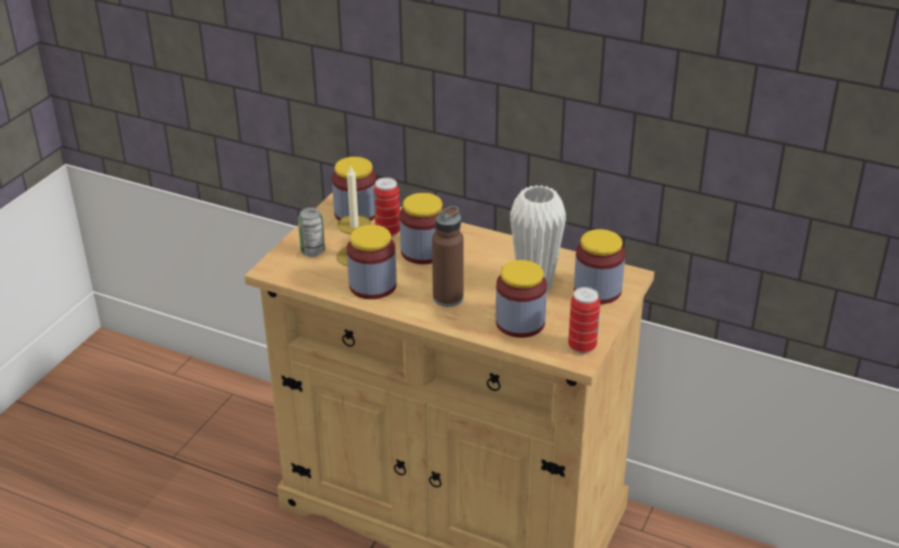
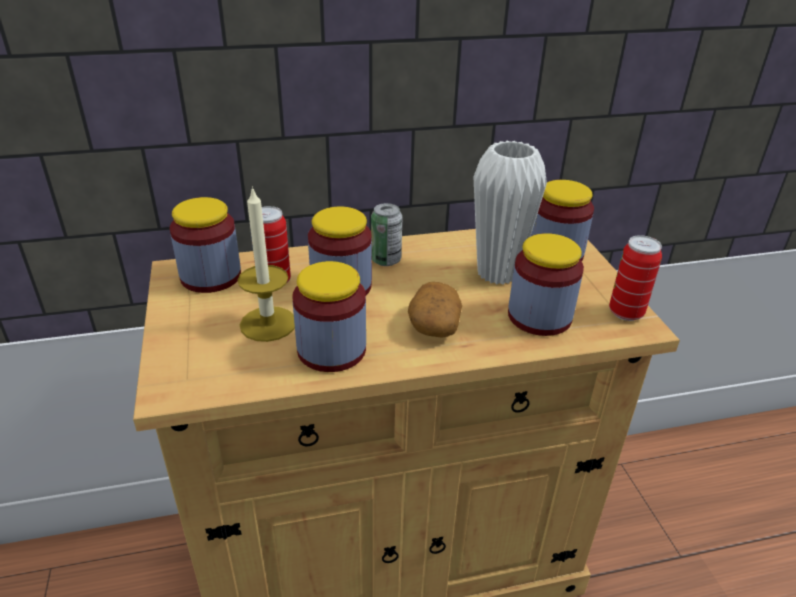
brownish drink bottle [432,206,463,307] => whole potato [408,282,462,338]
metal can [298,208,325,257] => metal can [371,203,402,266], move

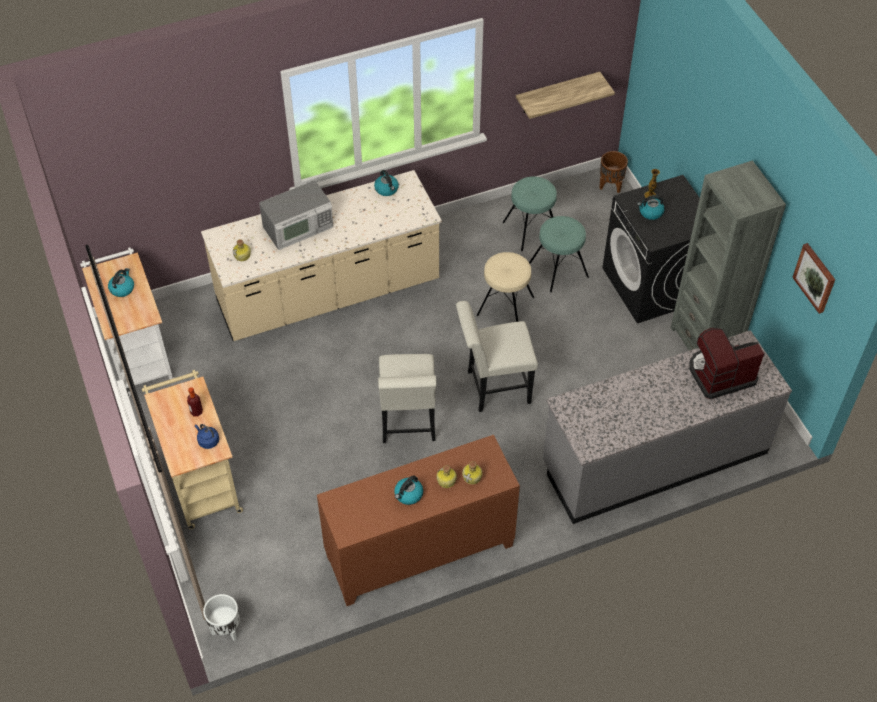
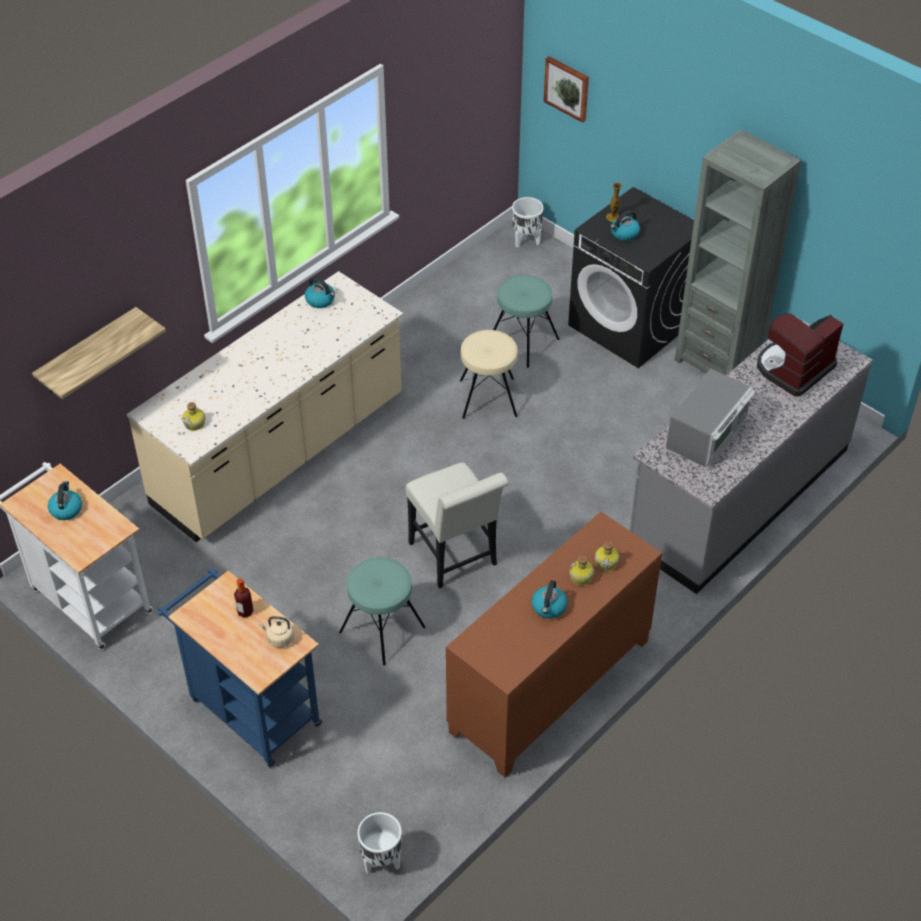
shelf [516,72,615,119] => shelf [32,307,166,399], move
brownish plant pot [599,151,628,193] => whitish plant pot [512,197,544,248]
turquoise-coloured stool [503,177,557,251] => turquoise-coloured stool [339,557,425,666], move
microwave oven [259,180,333,250] => microwave oven [666,369,755,468], move
wall art [792,243,835,314] => wall art [544,56,589,123], move
whitish plain chair [456,301,538,412] => nothing
sand-coloured trolley [142,370,243,529] => bluish trolley [157,568,322,768]
bluish tea kettle [195,424,219,449] => sand-coloured tea kettle [259,616,294,647]

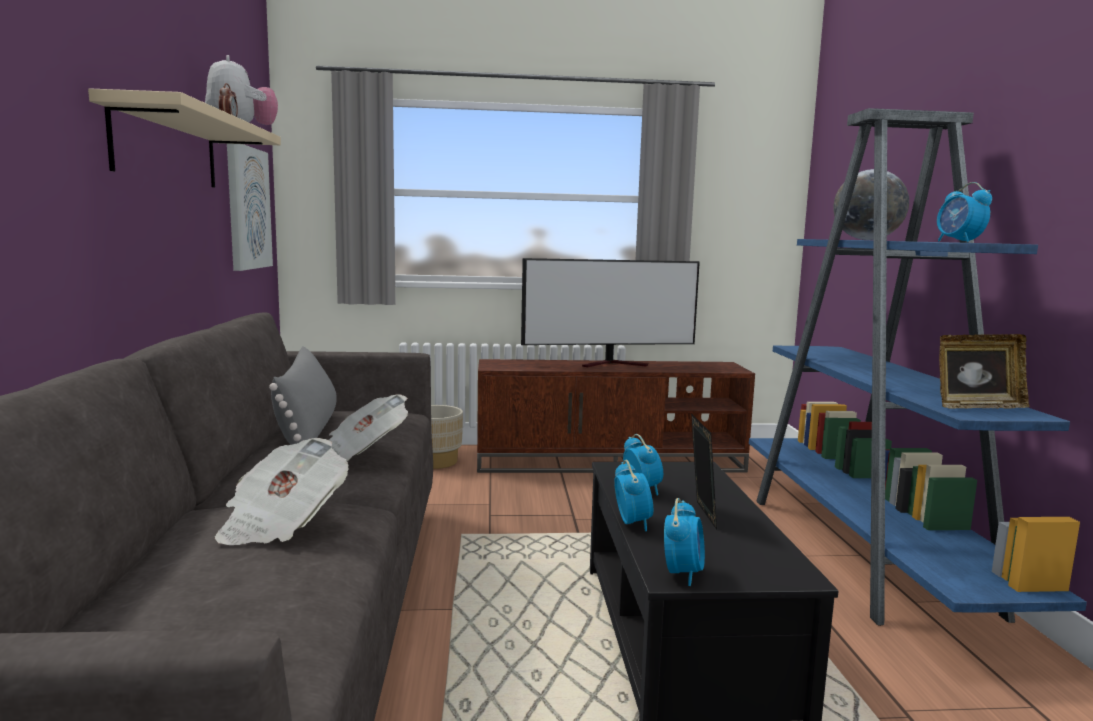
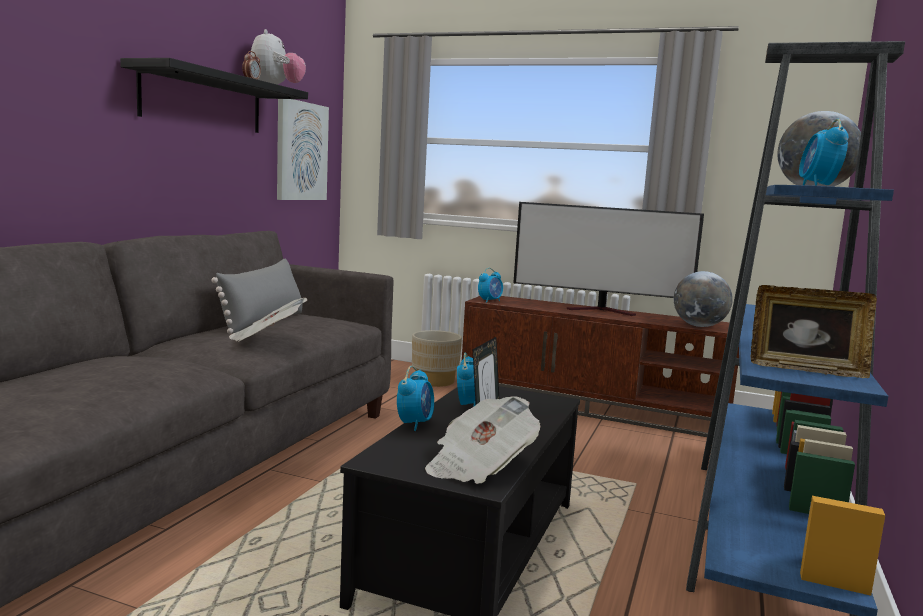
sand-coloured shelf [88,88,281,187] => black shelf [120,58,308,133]
newspaper [215,438,348,545] => newspaper [425,396,540,484], move
table clock [664,498,705,586] => table clock [478,268,503,303], move
nothing => globe [674,271,733,327]

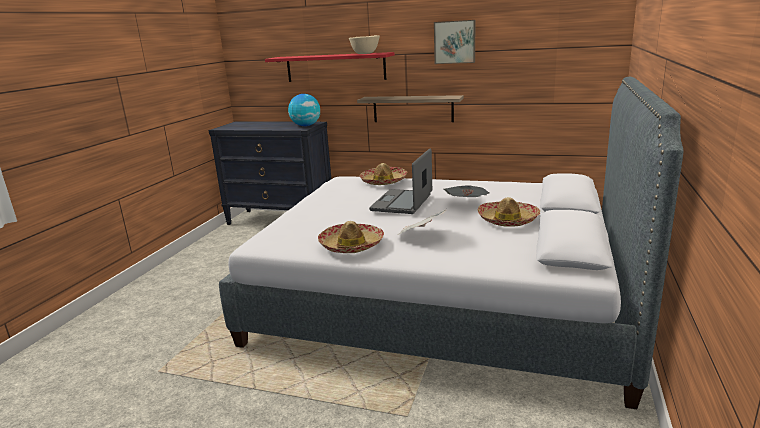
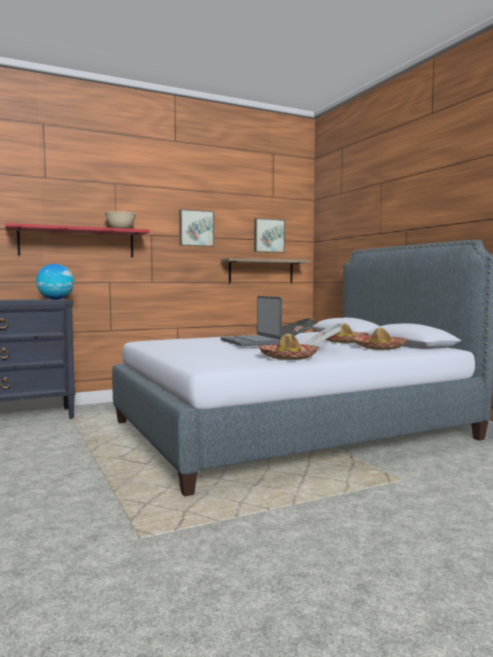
shelf [357,95,464,122] => shelf [221,258,309,282], move
hat [360,163,408,185] => hat [353,327,408,350], move
nothing => wall art [254,218,285,253]

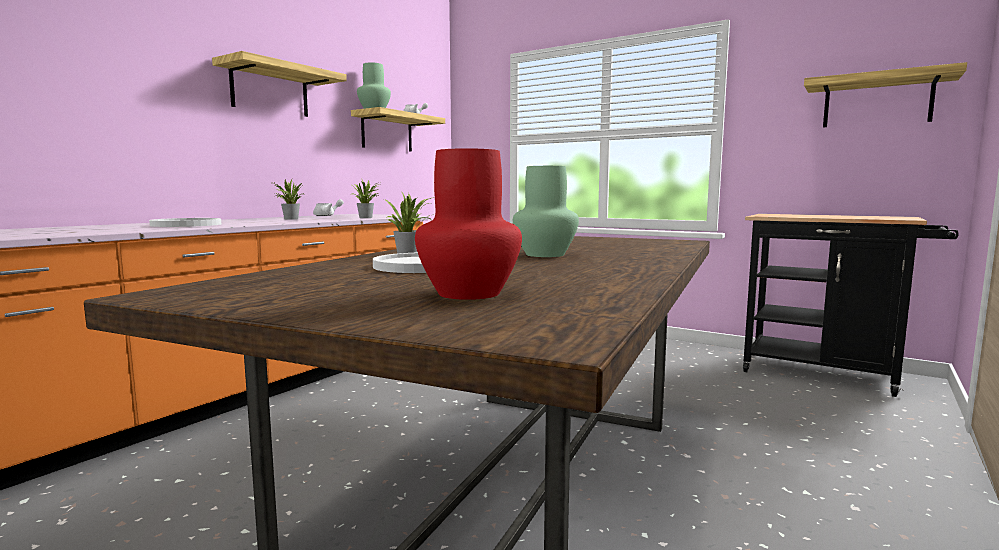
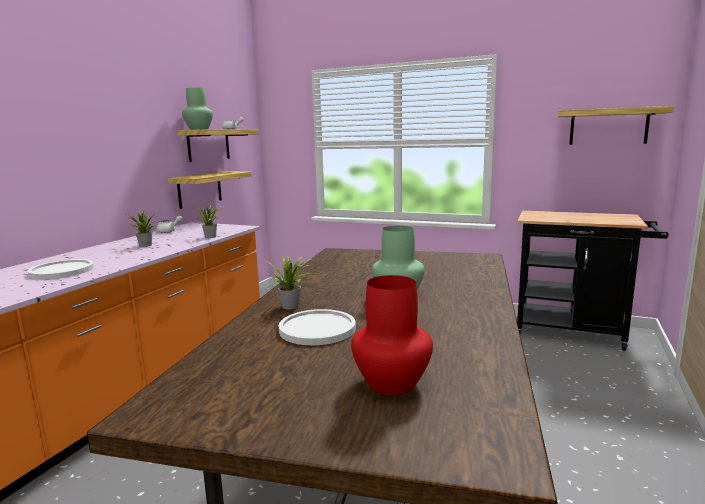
shelf [212,51,347,117] => shelf [168,171,252,209], move

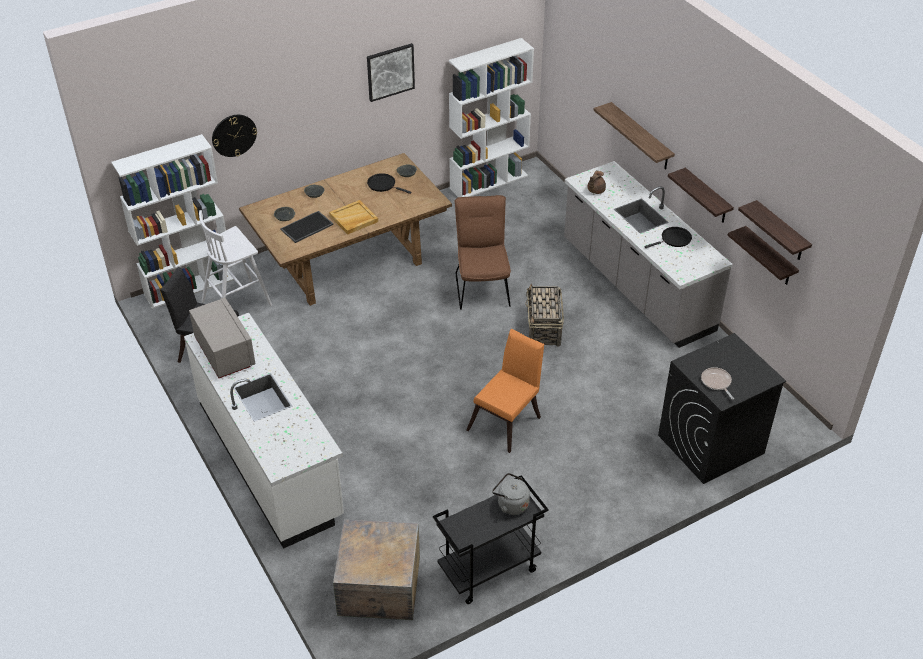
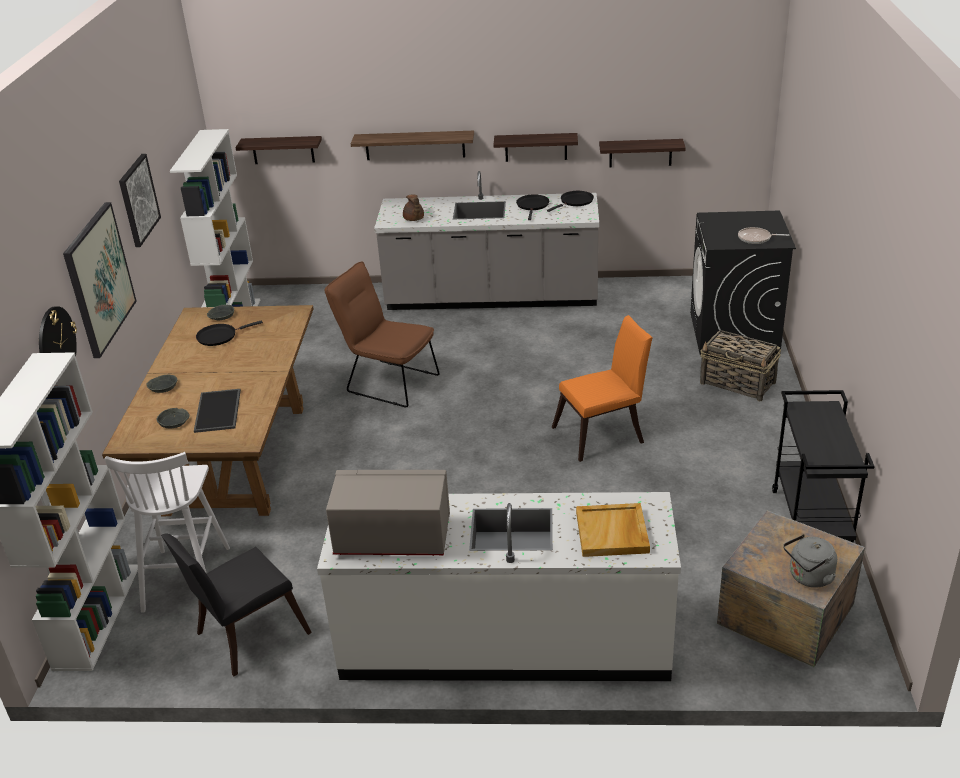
sand-coloured tray [329,200,378,235] => sand-coloured tray [576,503,650,557], move
shelf [738,200,812,260] => shelf [235,136,322,164], move
storage basket [525,284,564,347] => storage basket [700,330,781,401], move
orange-coloured plain chair [467,329,544,453] => orange-coloured plain chair [552,315,653,462], 90 degrees clockwise
grey tea kettle [492,473,530,515] => grey tea kettle [783,534,837,588], move
nothing => black pan [547,191,594,212]
nothing => wall art [63,202,137,358]

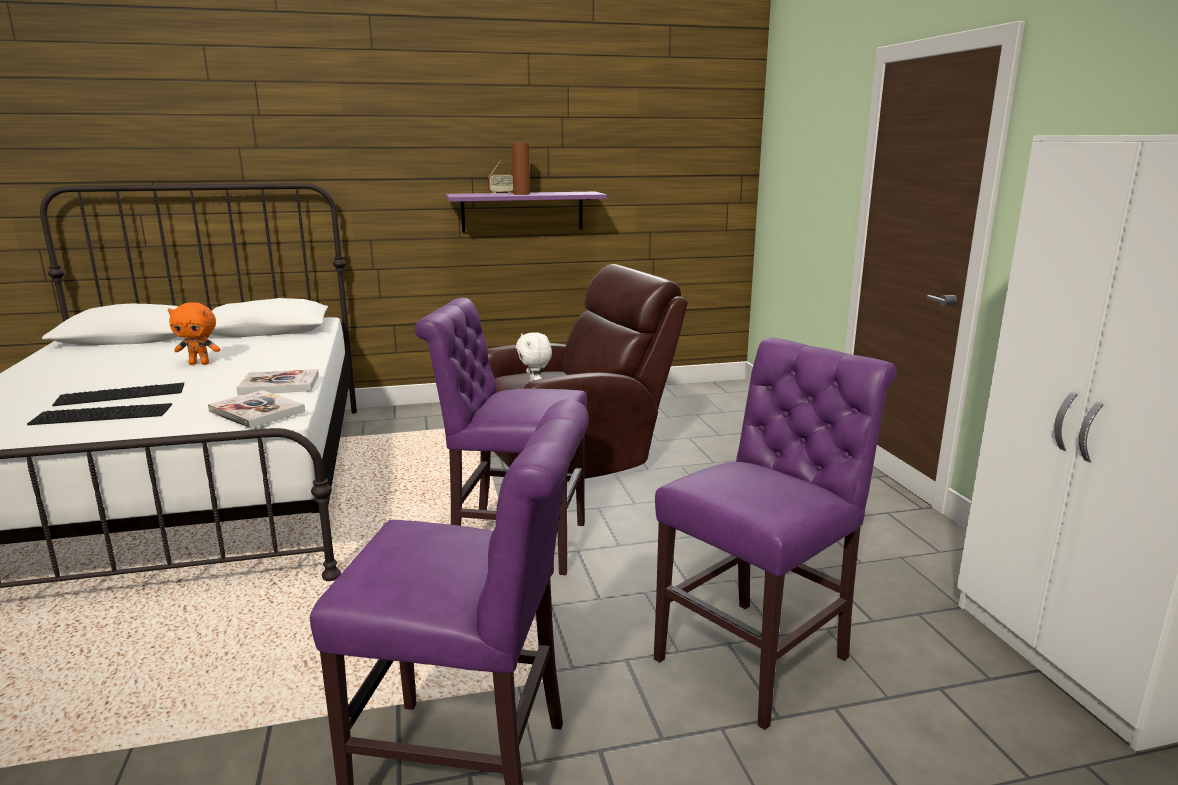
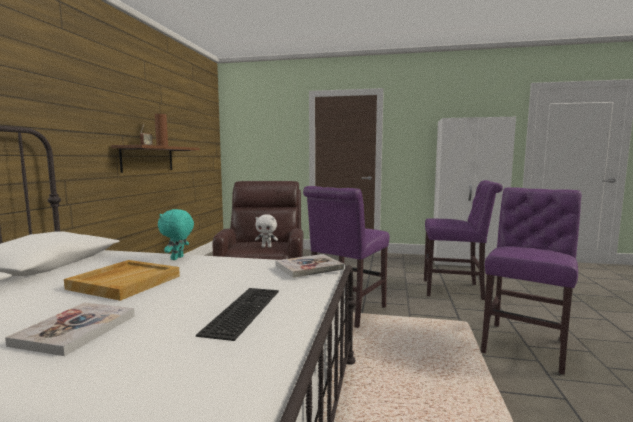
purple-coloured shelf [446,192,607,233] => brownish shelf [111,145,200,173]
orange-coloured soft toy [168,302,220,365] => sand-coloured tray [64,260,180,301]
purple-coloured plain chair [654,338,896,730] => purple-coloured plain chair [424,180,503,300], 120 degrees clockwise
volume [236,369,319,395] => volume [5,302,135,356], move
keyboard [53,383,184,406] => nothing
nothing => turquoise-coloured soft toy [158,209,194,260]

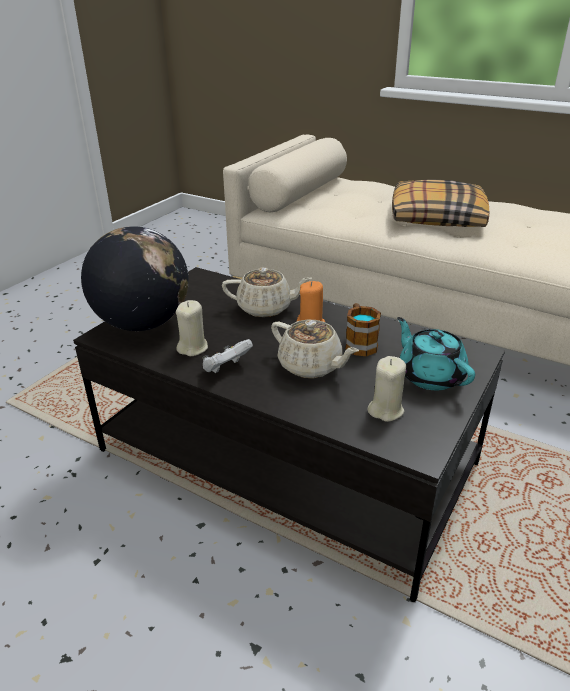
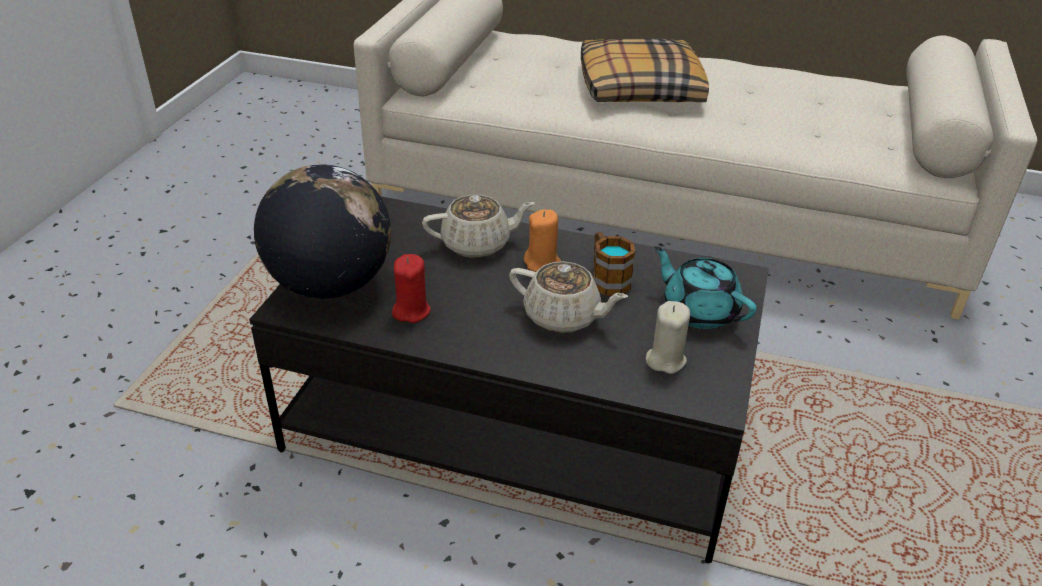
sand-coloured candle [176,300,208,356] => red candle [392,254,431,323]
whitish gamepad [202,339,253,373] => nothing

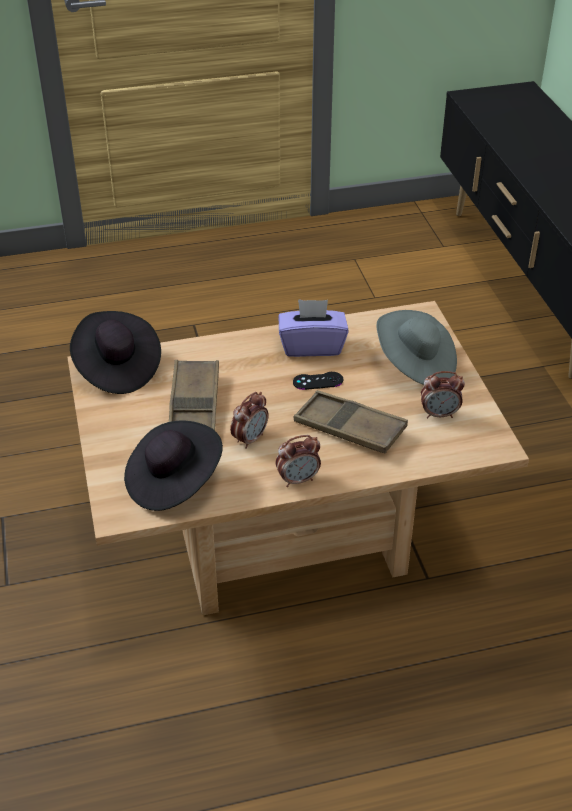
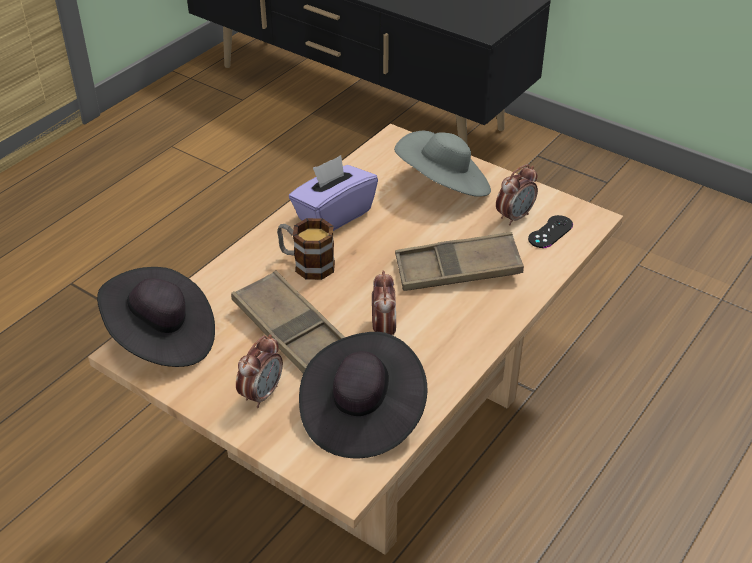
black gamepad [293,372,343,390] => black gamepad [528,215,573,248], move
table clock [276,435,321,487] => table clock [236,334,283,408], move
nothing => tea mug [277,218,335,280]

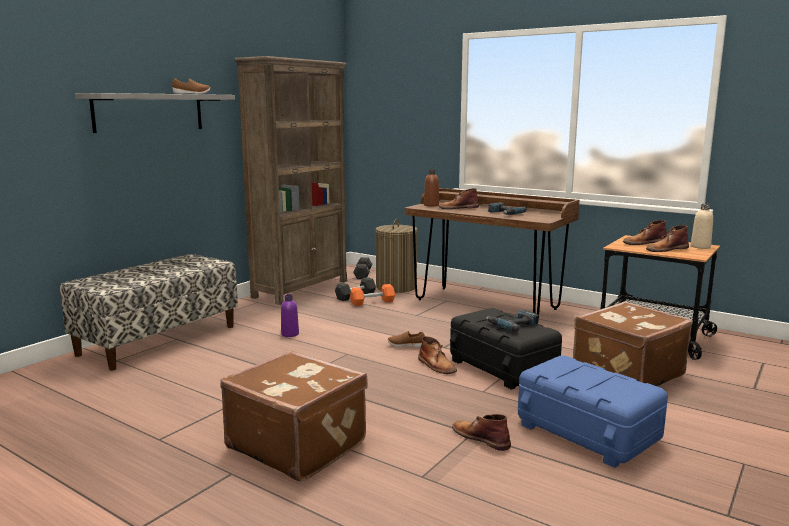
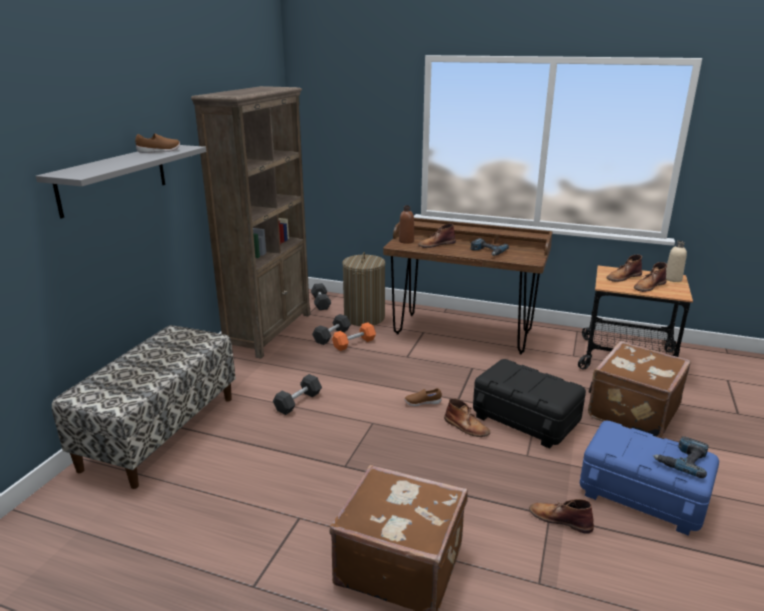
purple-coloured drink bottle [281,294,299,337] => black free weight [273,374,322,415]
electric drill [486,310,539,332] => electric drill [653,436,709,478], move

